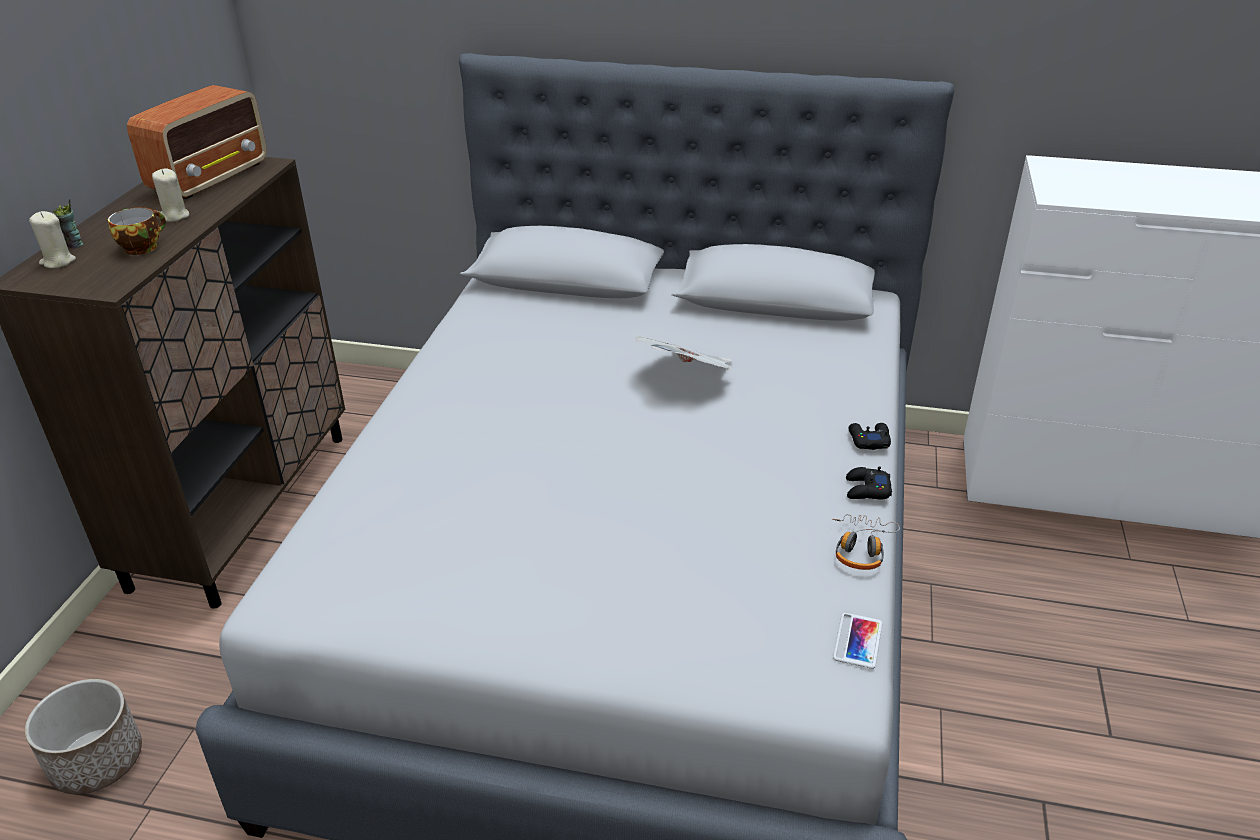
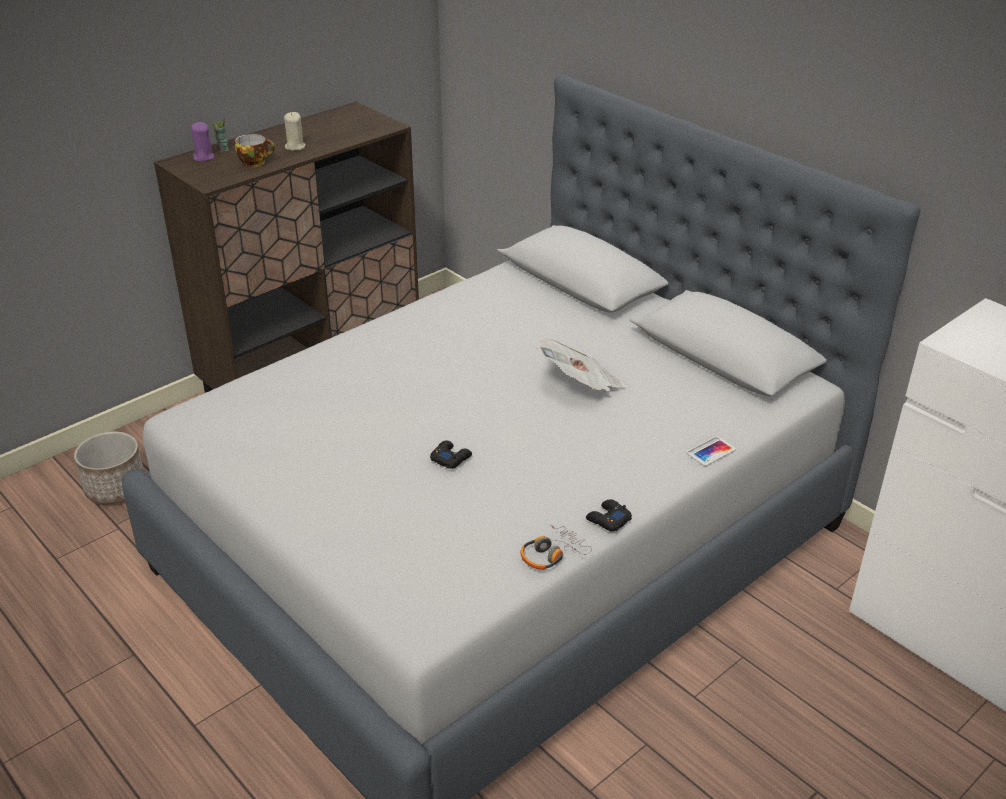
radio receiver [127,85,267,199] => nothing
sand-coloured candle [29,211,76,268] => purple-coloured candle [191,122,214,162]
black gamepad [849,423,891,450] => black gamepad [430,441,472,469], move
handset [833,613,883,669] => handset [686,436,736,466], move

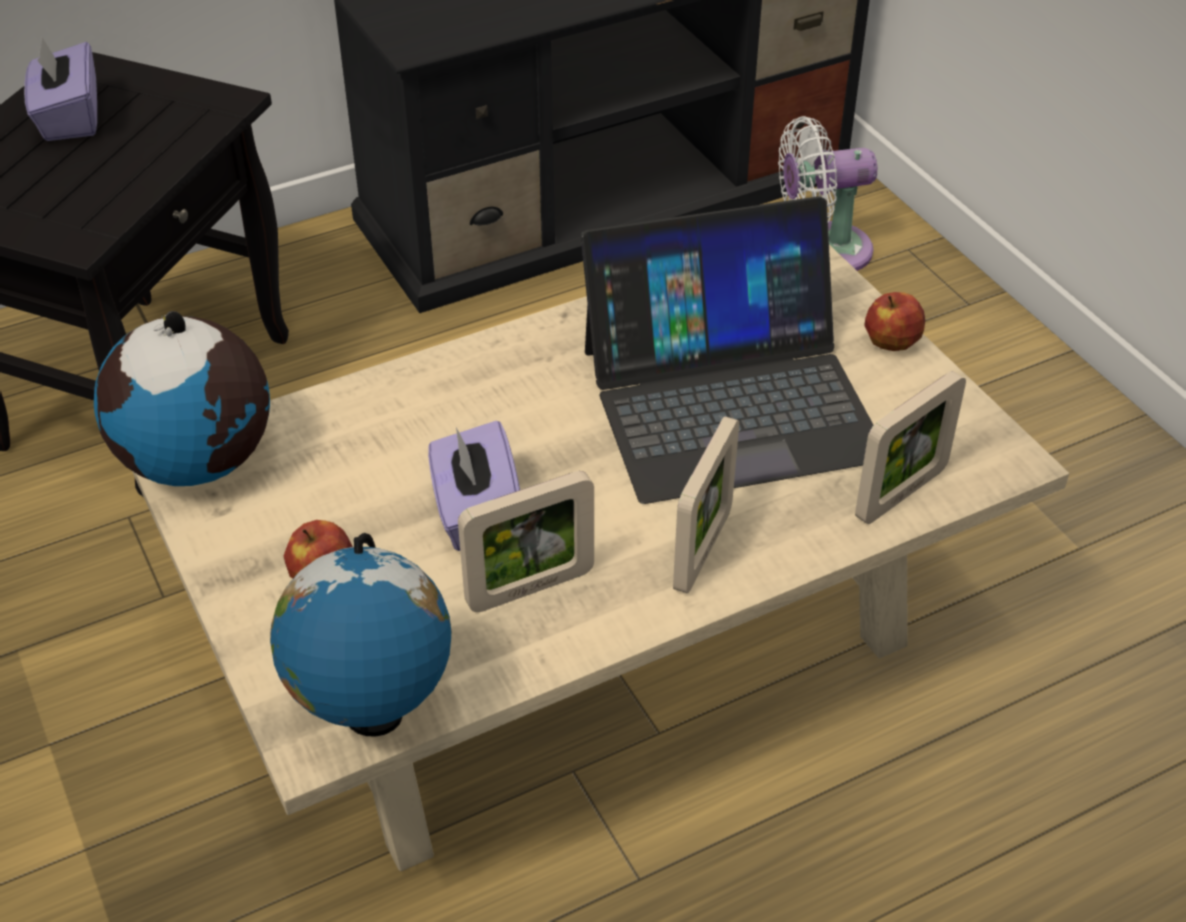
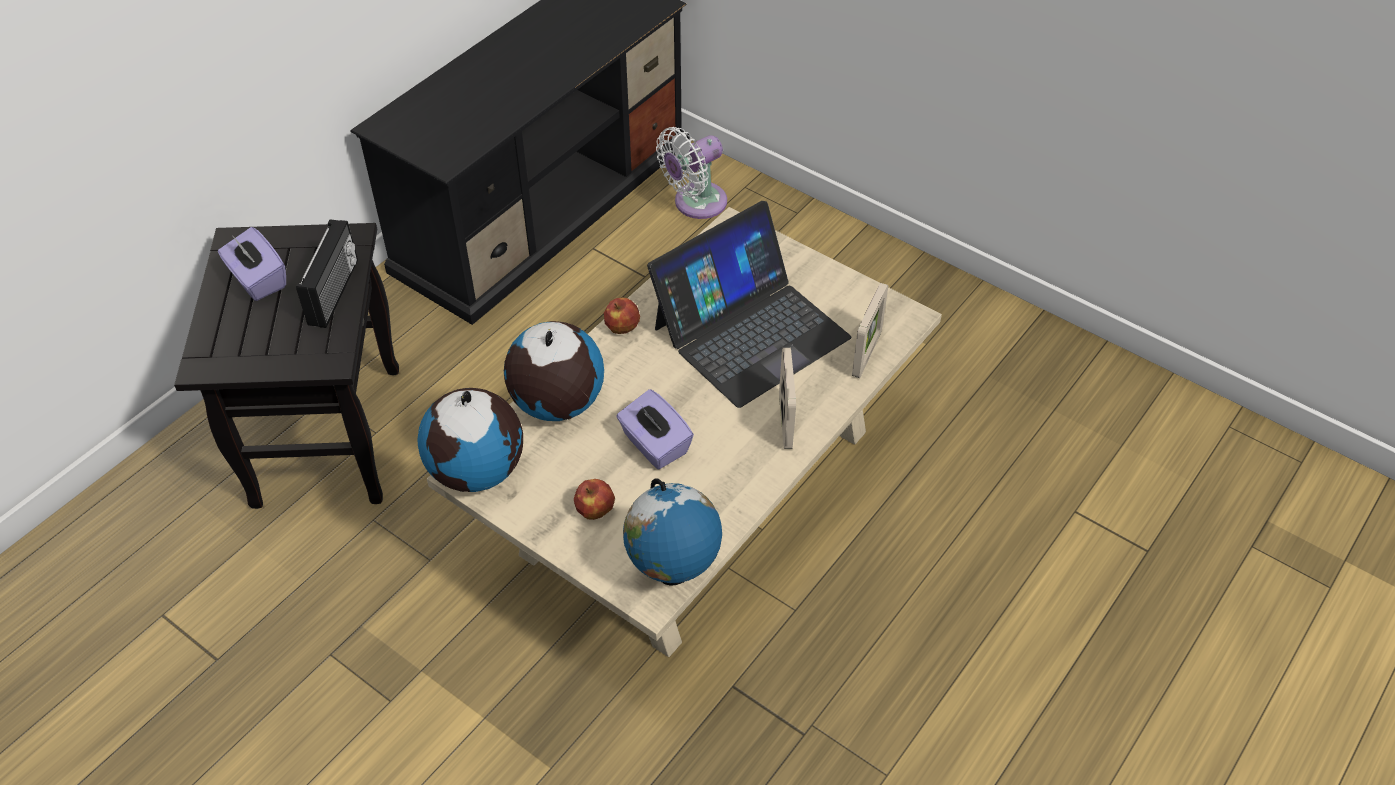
apple [864,292,925,351] => apple [604,298,640,334], move
photo frame [458,471,594,612] => nothing
nothing => radio receiver [296,219,358,328]
nothing => globe [504,321,604,421]

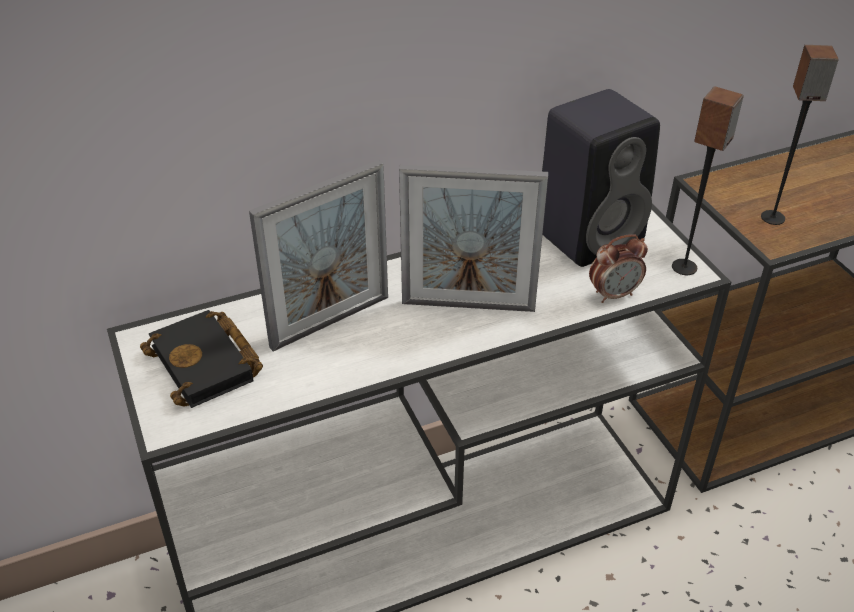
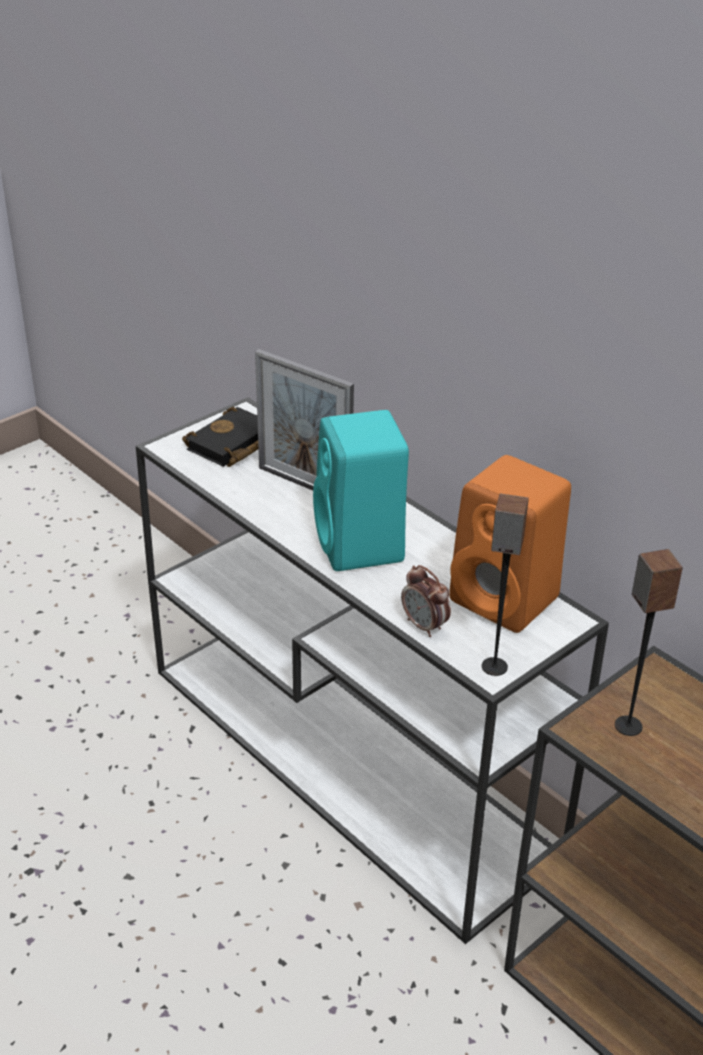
black loudspeaker [542,89,660,267] => orange-coloured loudspeaker [449,455,571,633]
photo frame [399,165,548,312] => turquoise-coloured loudspeaker [313,410,409,571]

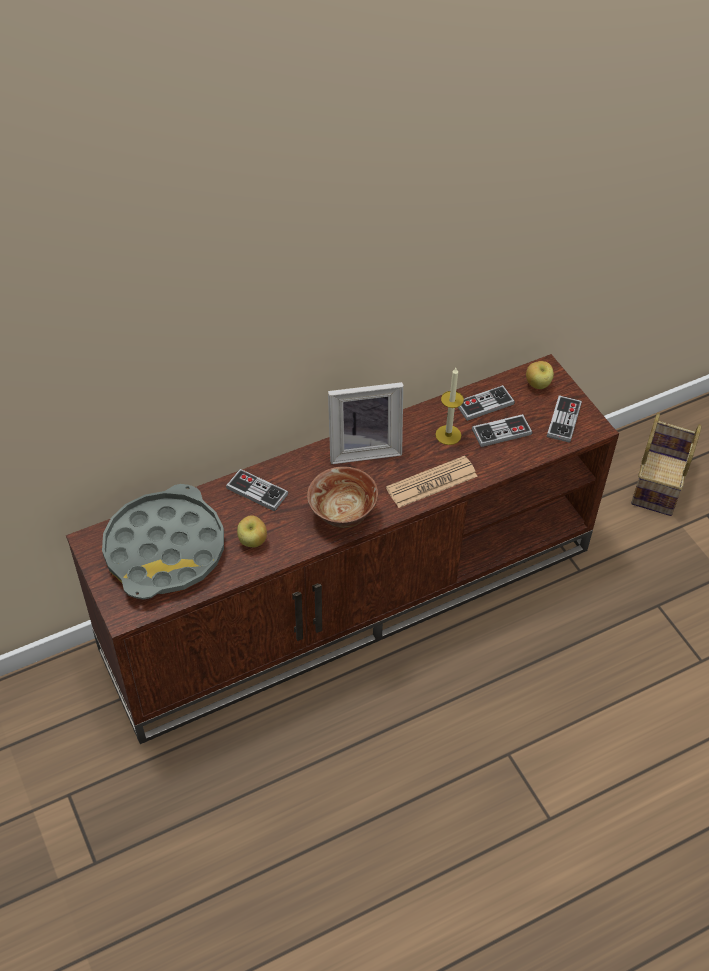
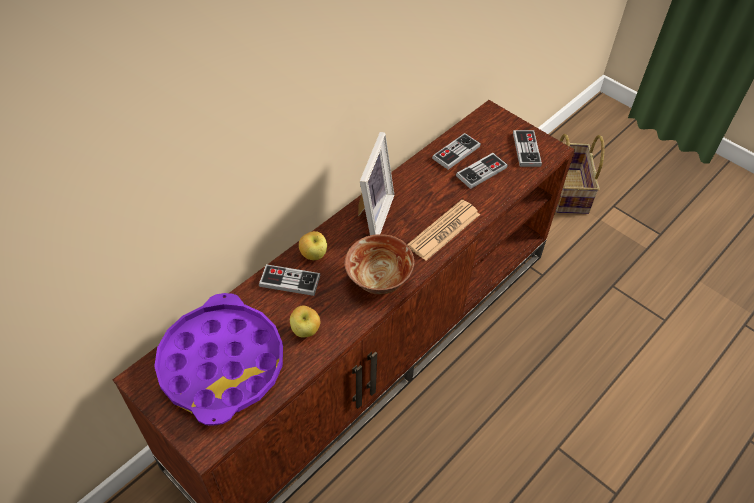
apple [526,361,554,389] => apple [299,231,327,260], move
candle [435,368,464,445] => nothing
photo frame [328,382,403,464] => photo frame [358,132,394,235], 45 degrees counterclockwise
grey tray [102,484,224,599] => purple-coloured tray [154,293,283,425]

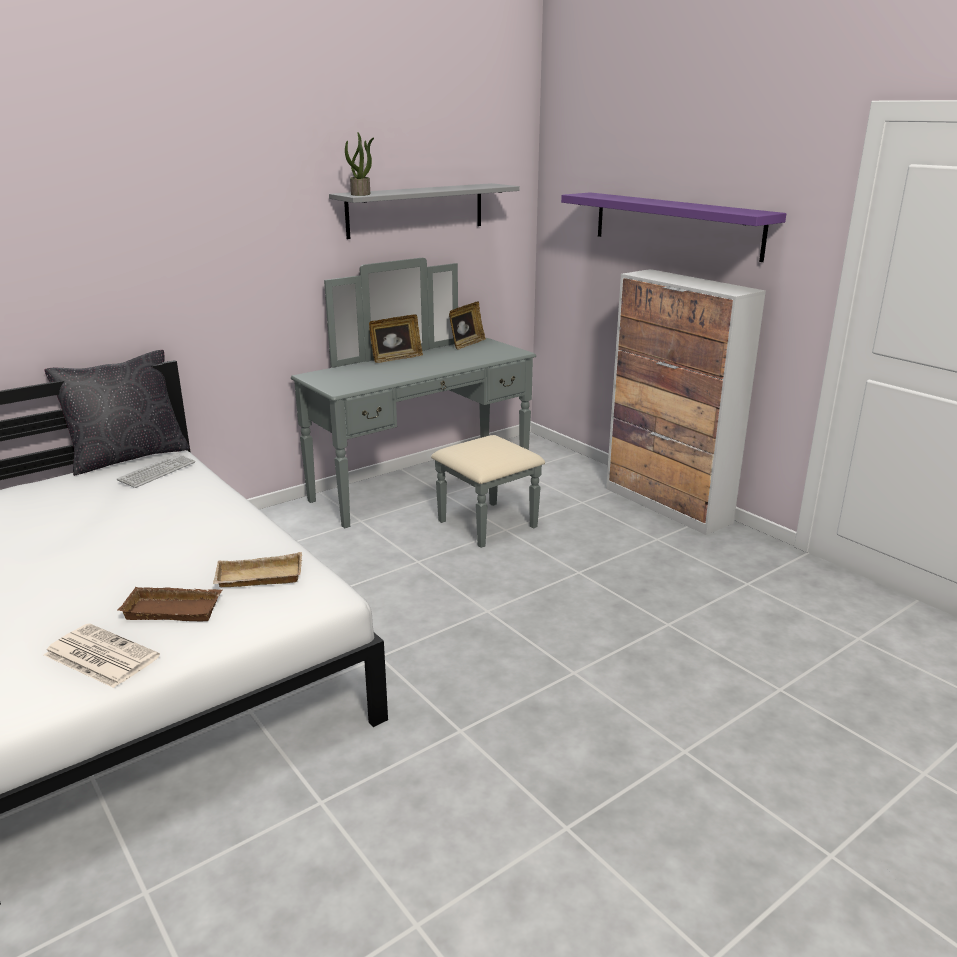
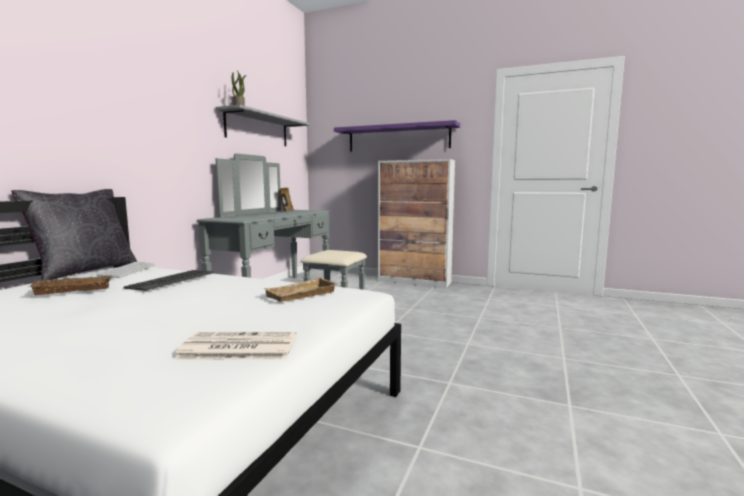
photo frame [369,314,423,363] => nothing
brownish tray [117,587,222,621] => brownish tray [28,276,112,295], move
nothing => keyboard [124,270,214,291]

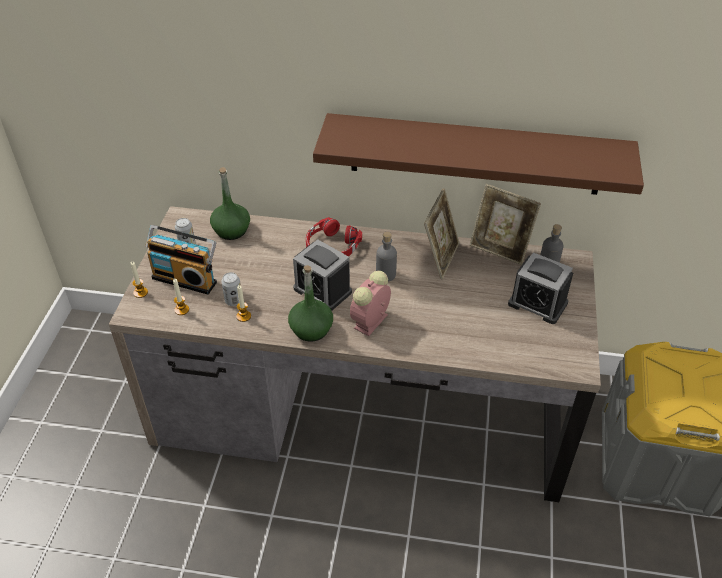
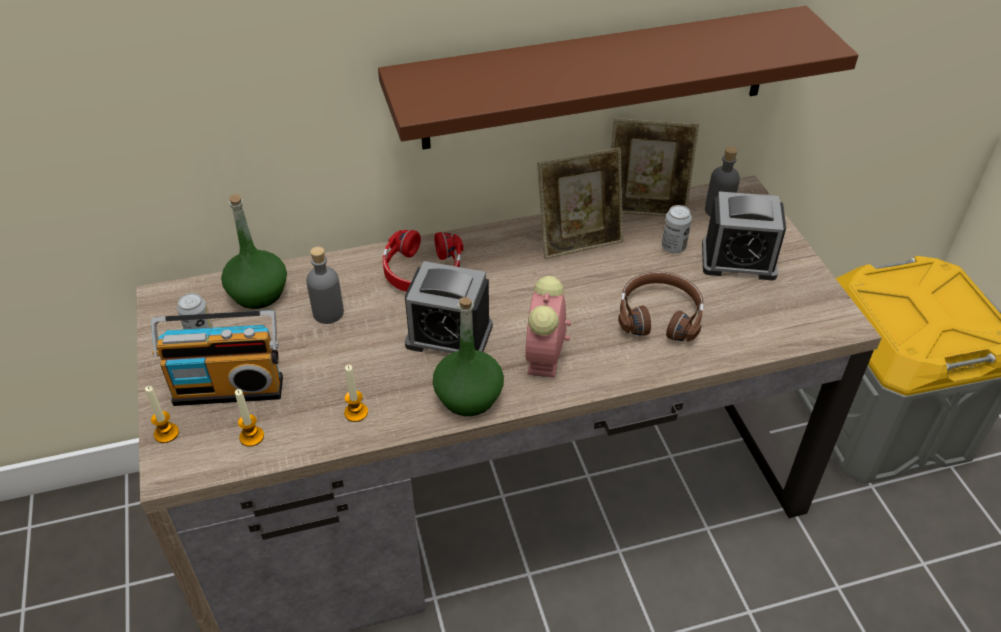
photo frame [424,188,459,279] => photo frame [537,147,623,259], 75 degrees clockwise
grey drink bottle [376,232,397,282] => grey drink bottle [306,247,344,324], move
metal can [221,272,241,306] => metal can [662,205,692,254], move
nothing => brownish pair of headphones [618,271,703,342]

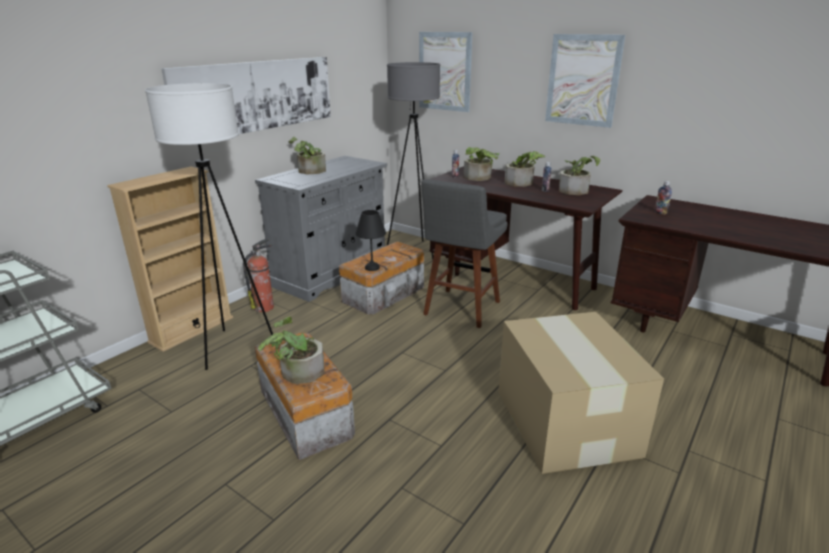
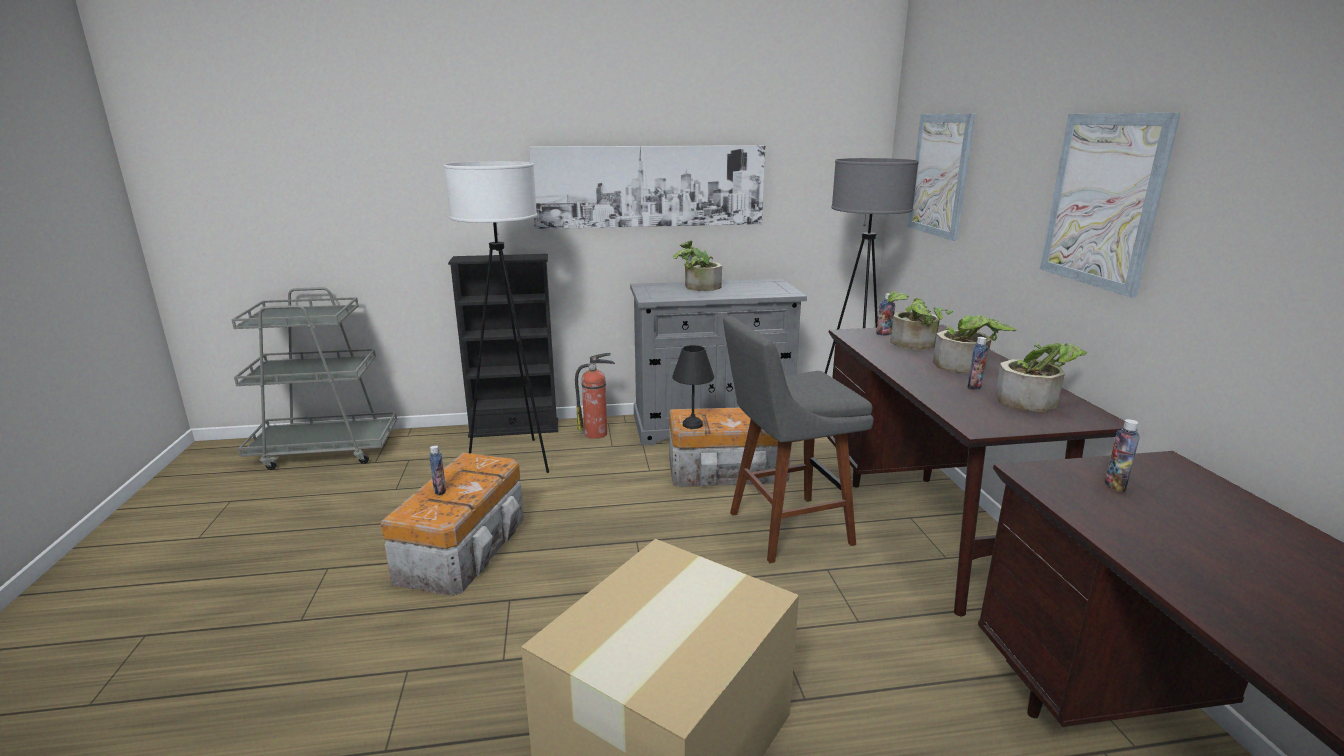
sand-coloured bookshelf [107,167,233,352] => black bookshelf [448,254,558,438]
plant in a pot [258,316,324,384] => drink bottle [429,445,446,495]

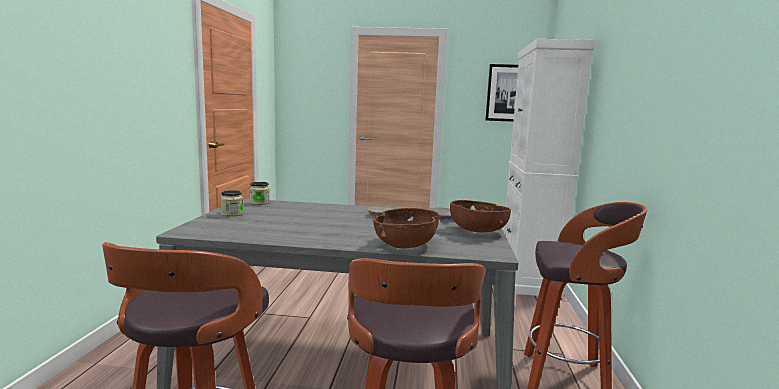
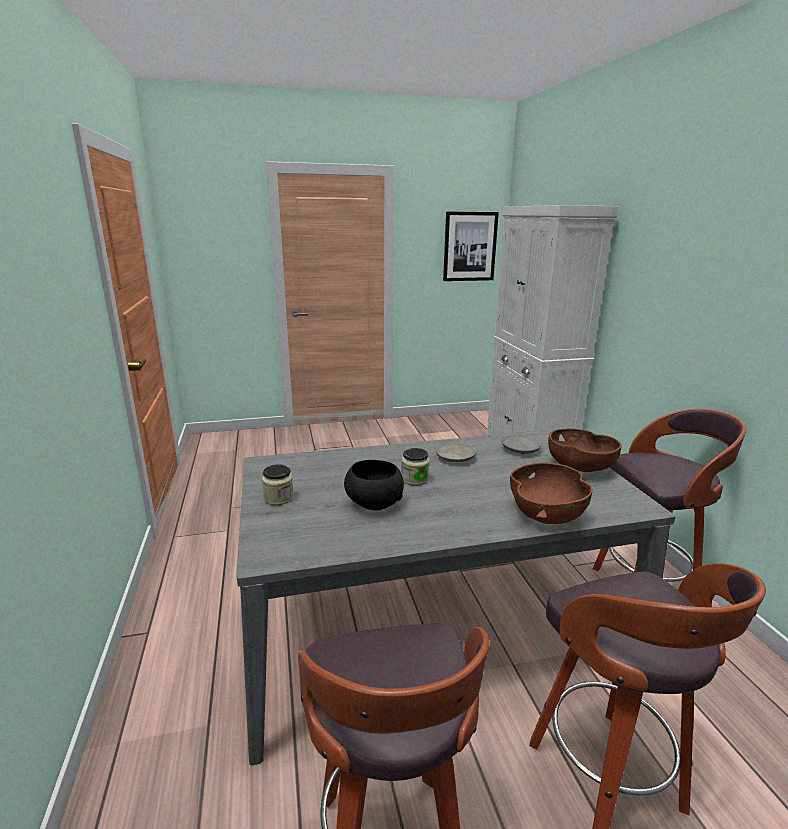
preserve jar [250,182,270,205] => preserve jar [402,448,429,486], move
nothing => black bowl [344,460,404,511]

